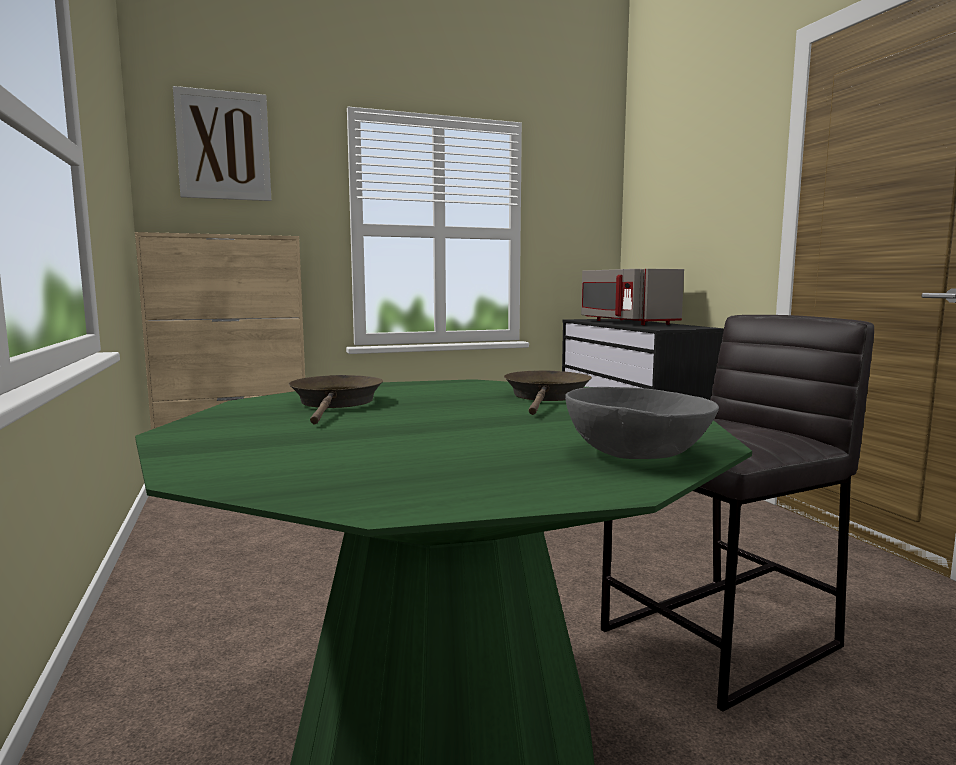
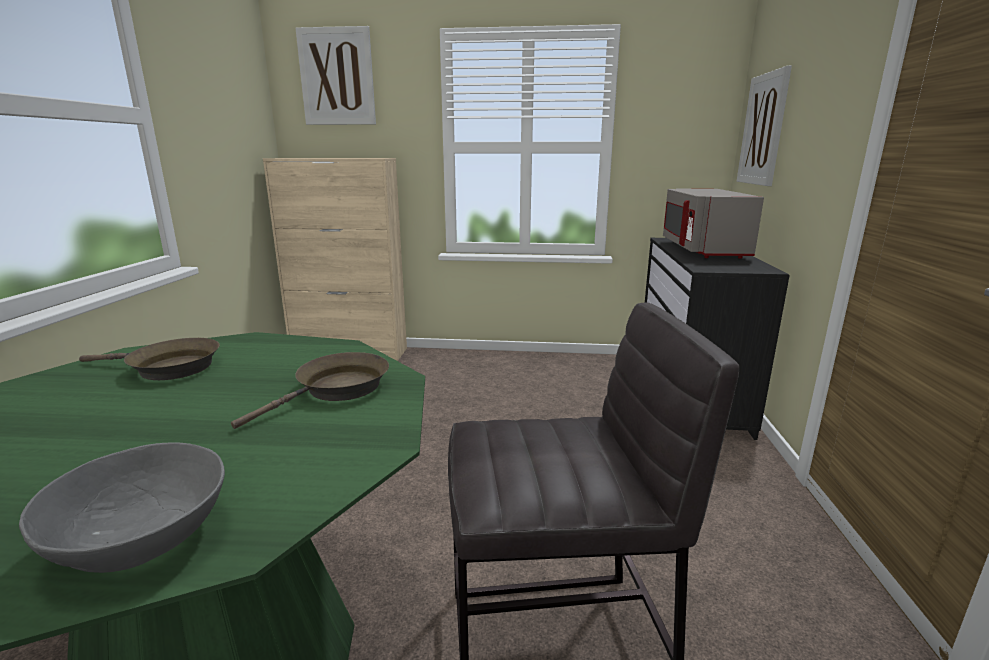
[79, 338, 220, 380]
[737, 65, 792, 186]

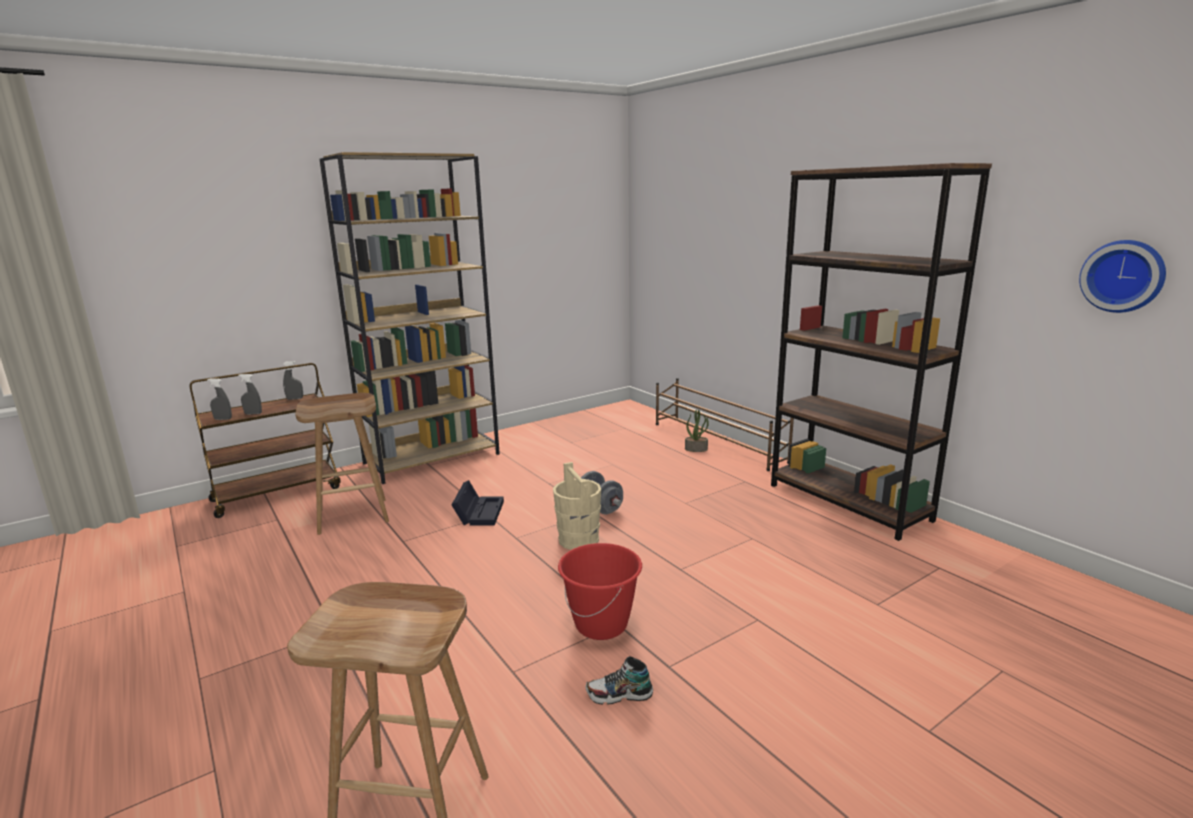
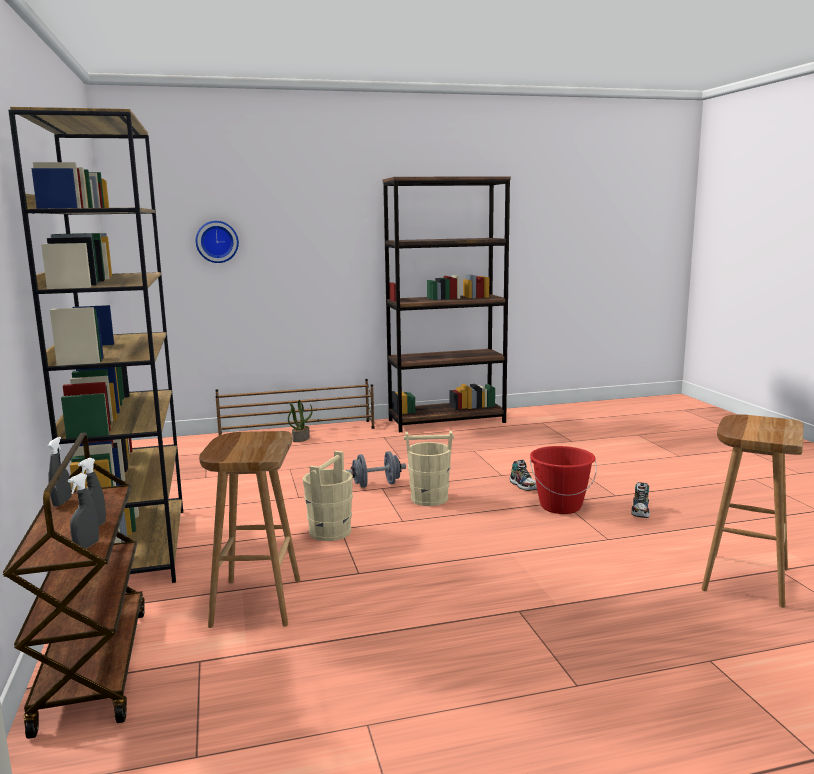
[196, 221, 239, 263]
[303, 451, 353, 541]
[510, 460, 537, 491]

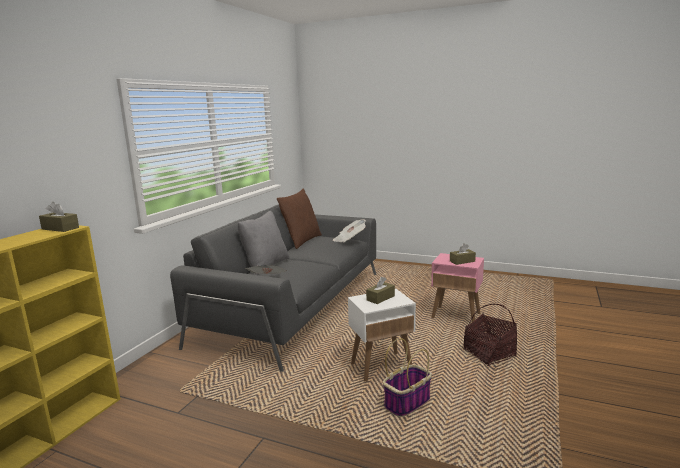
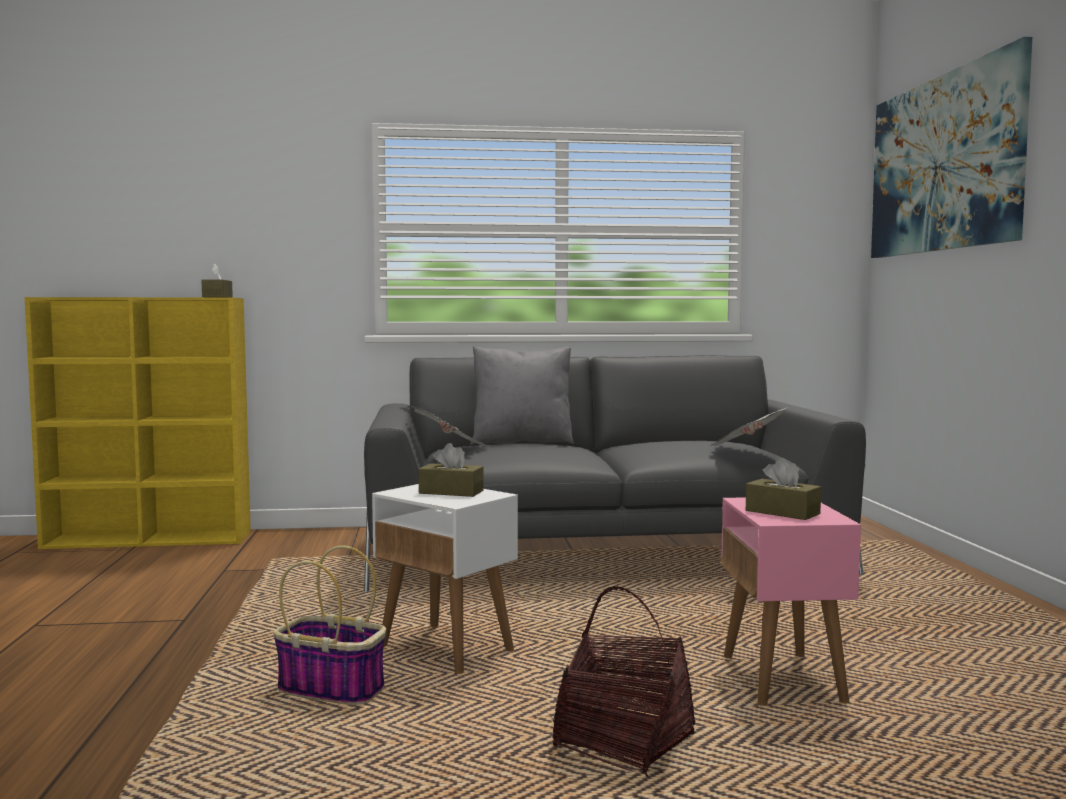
[871, 37, 1032, 258]
[277, 188, 322, 249] (first image)

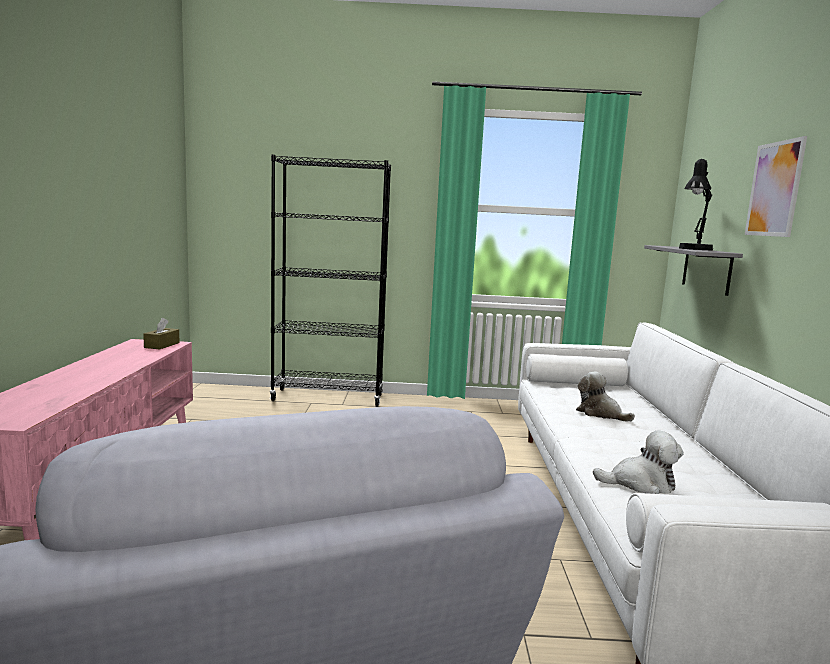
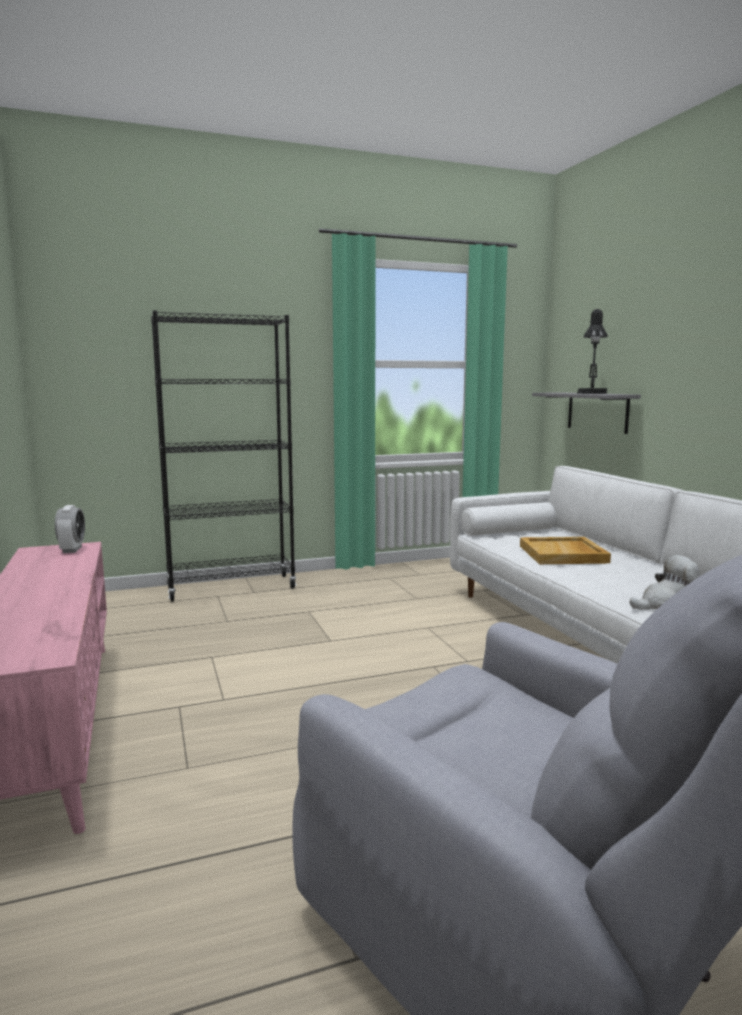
[55, 505, 85, 553]
[520, 537, 611, 564]
[745, 136, 807, 237] (first image)

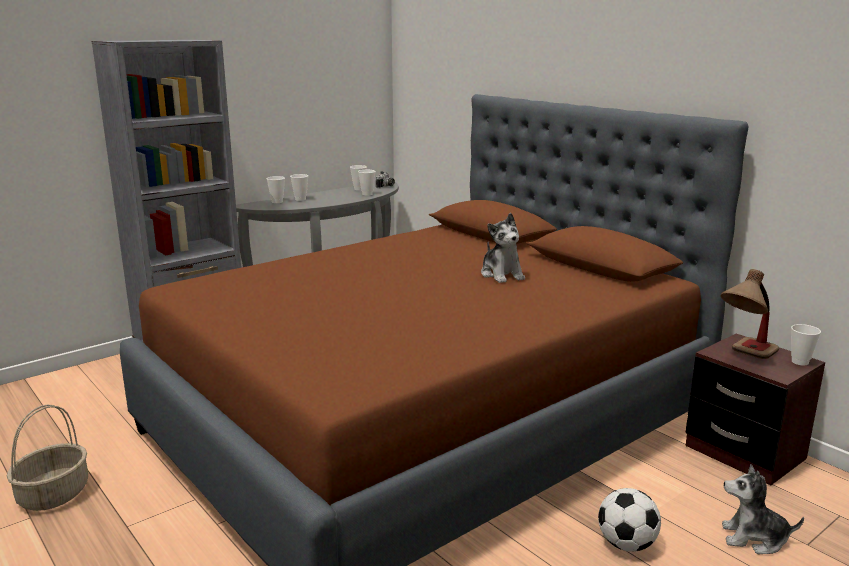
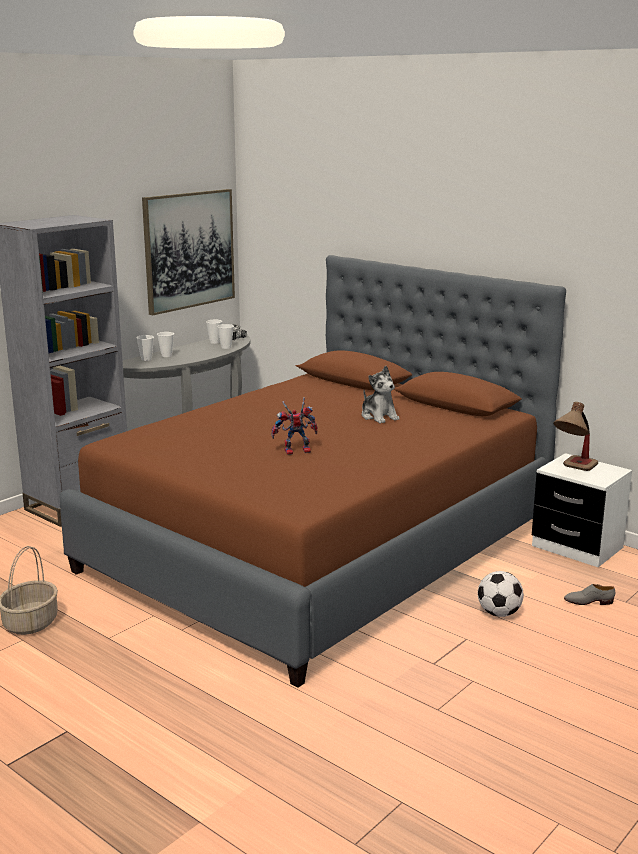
[142, 189, 235, 315]
[271, 397, 317, 455]
[532, 453, 632, 567]
[564, 584, 615, 605]
[791, 324, 821, 365] (first image)

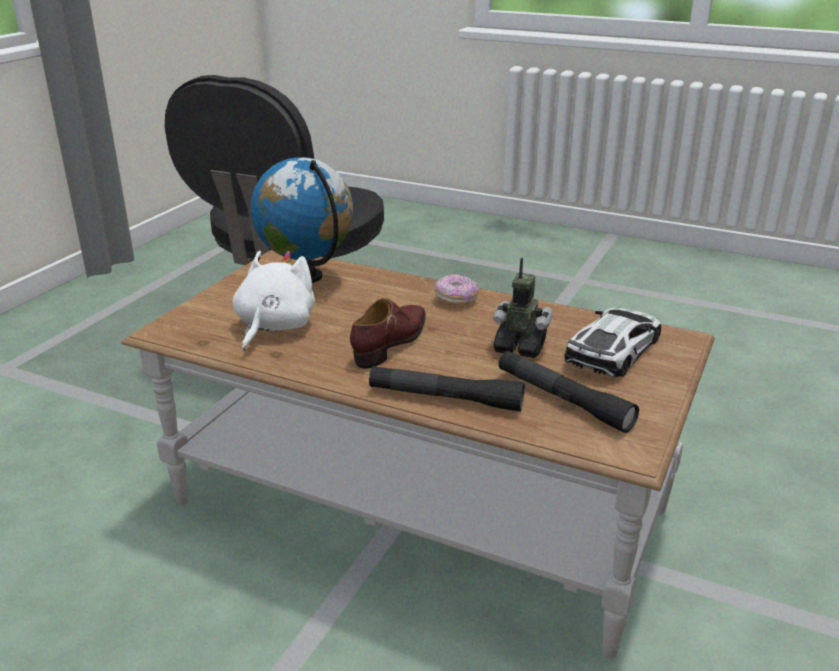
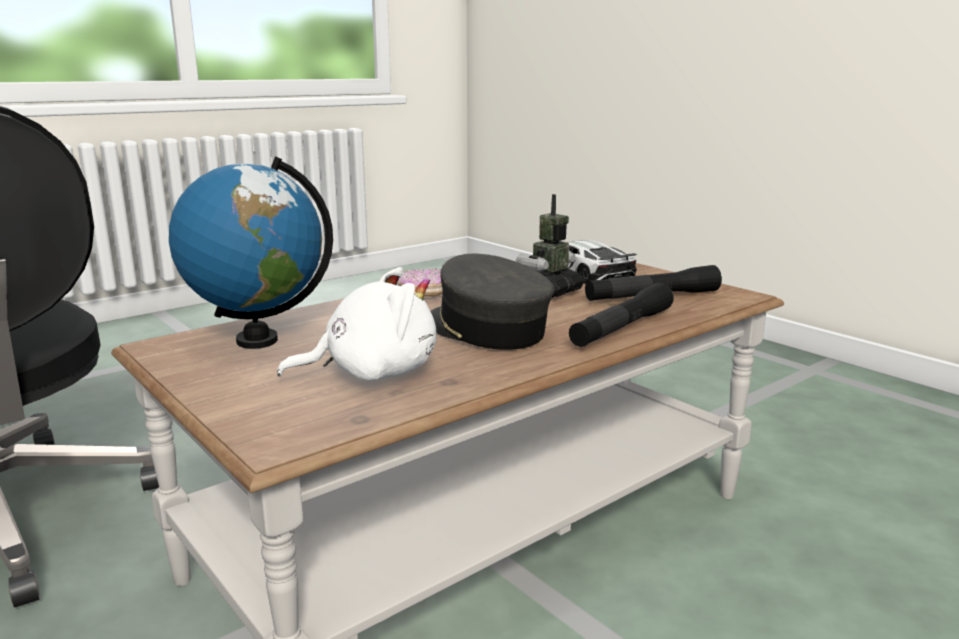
[277, 267, 437, 381]
[431, 254, 554, 350]

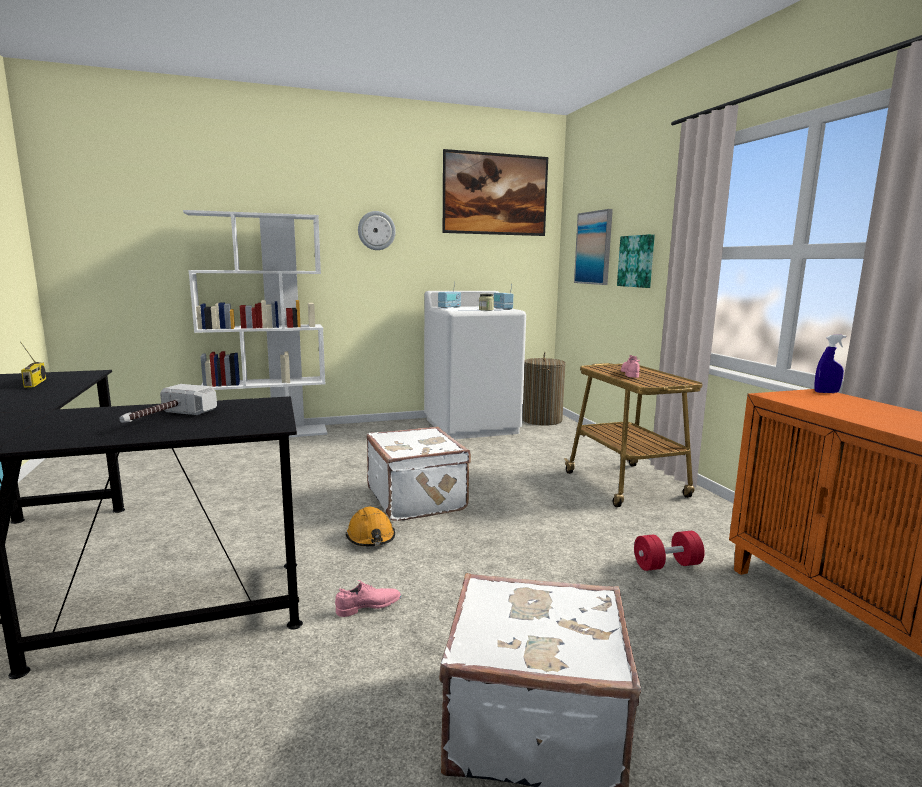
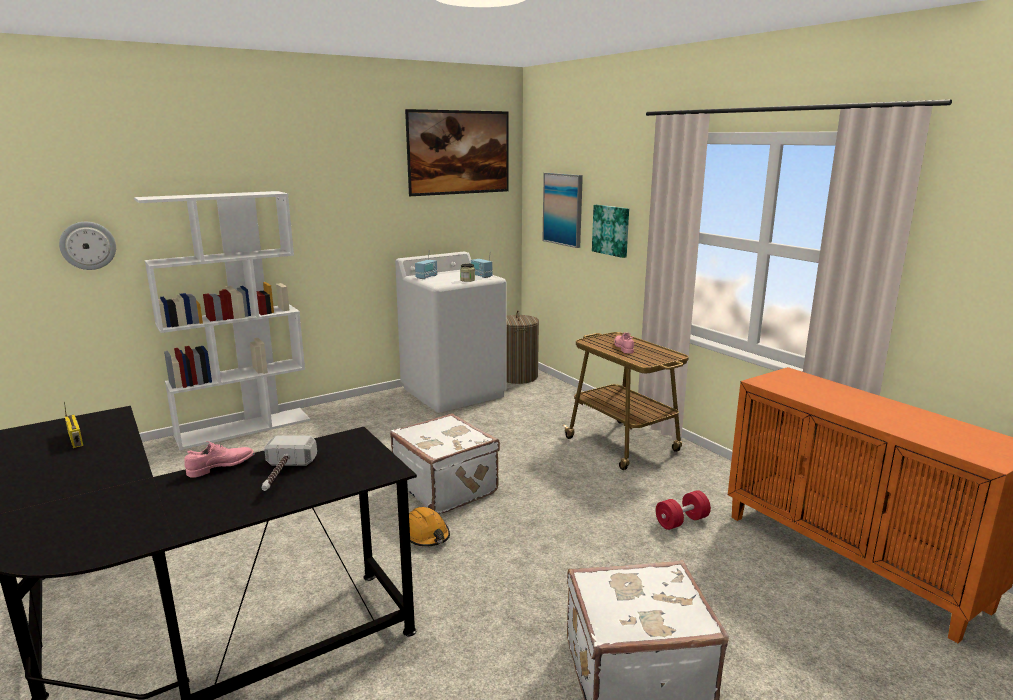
[59, 222, 116, 270]
[184, 441, 254, 478]
[814, 335, 846, 393] (first image)

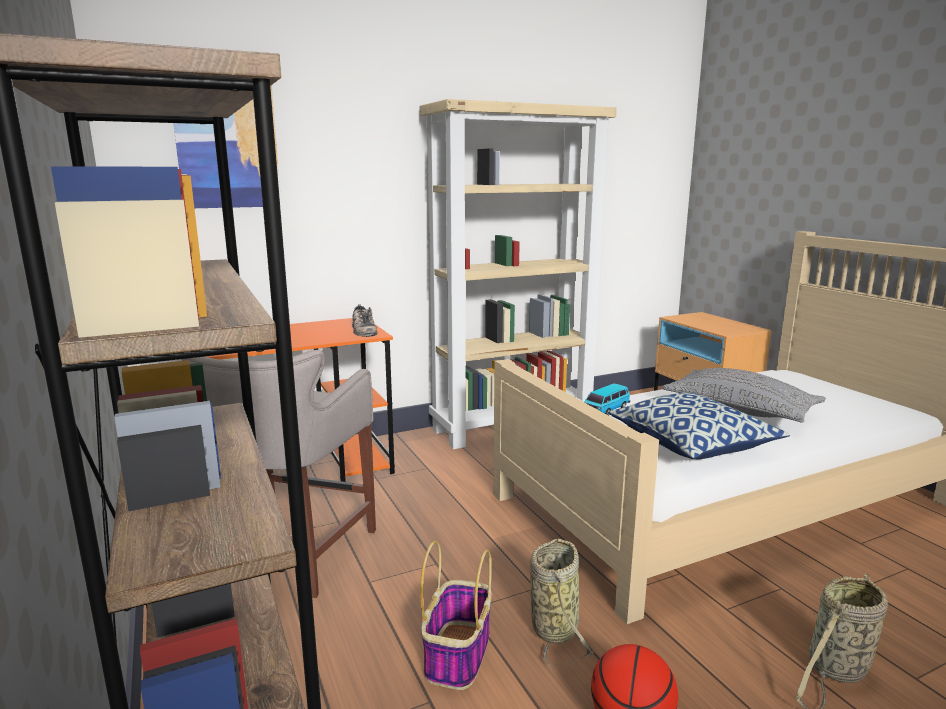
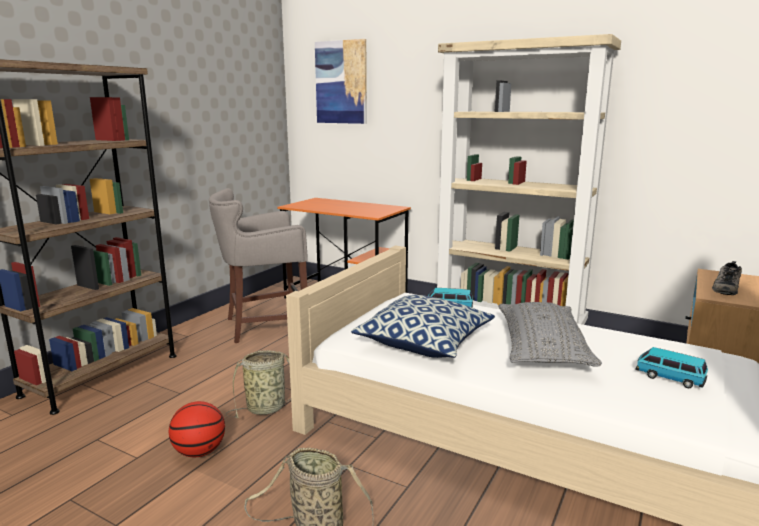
[636, 347, 708, 388]
[712, 261, 742, 295]
[420, 541, 492, 690] (first image)

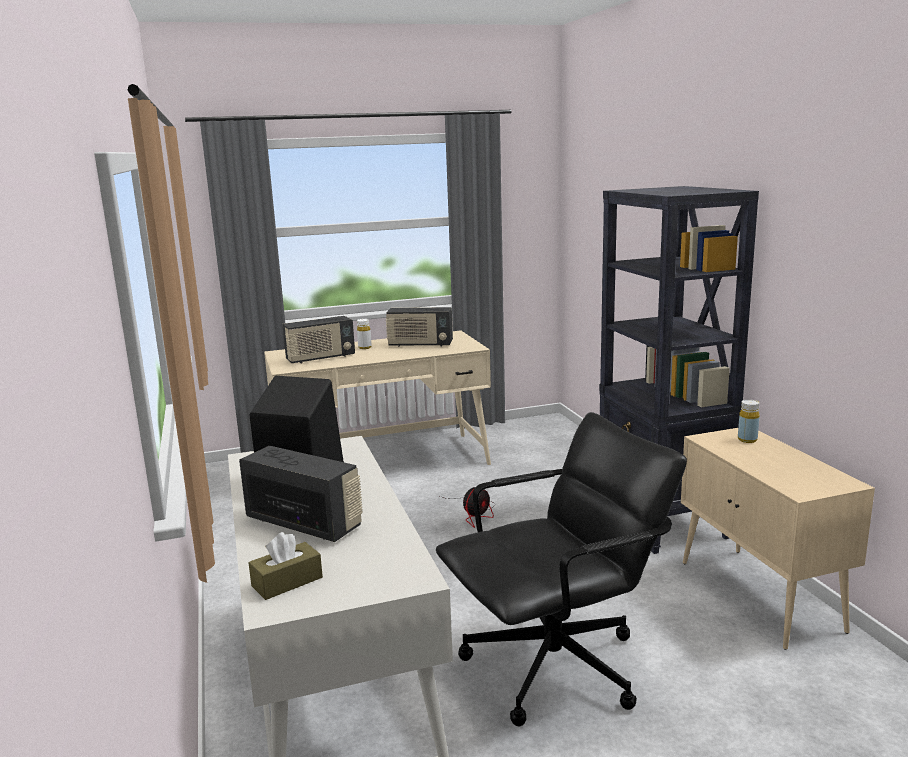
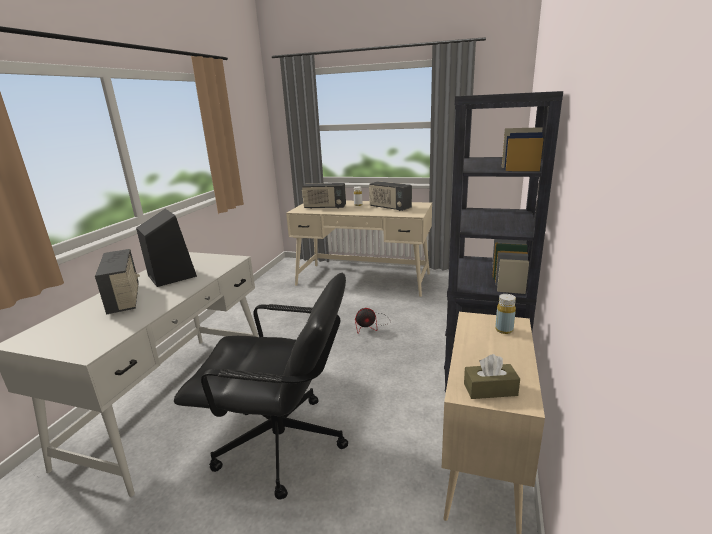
[464, 354, 520, 399]

